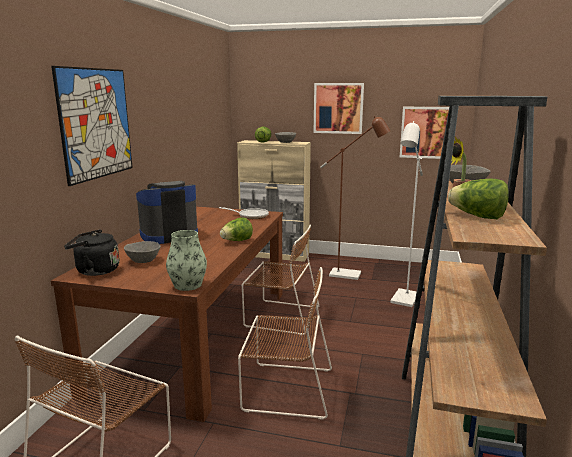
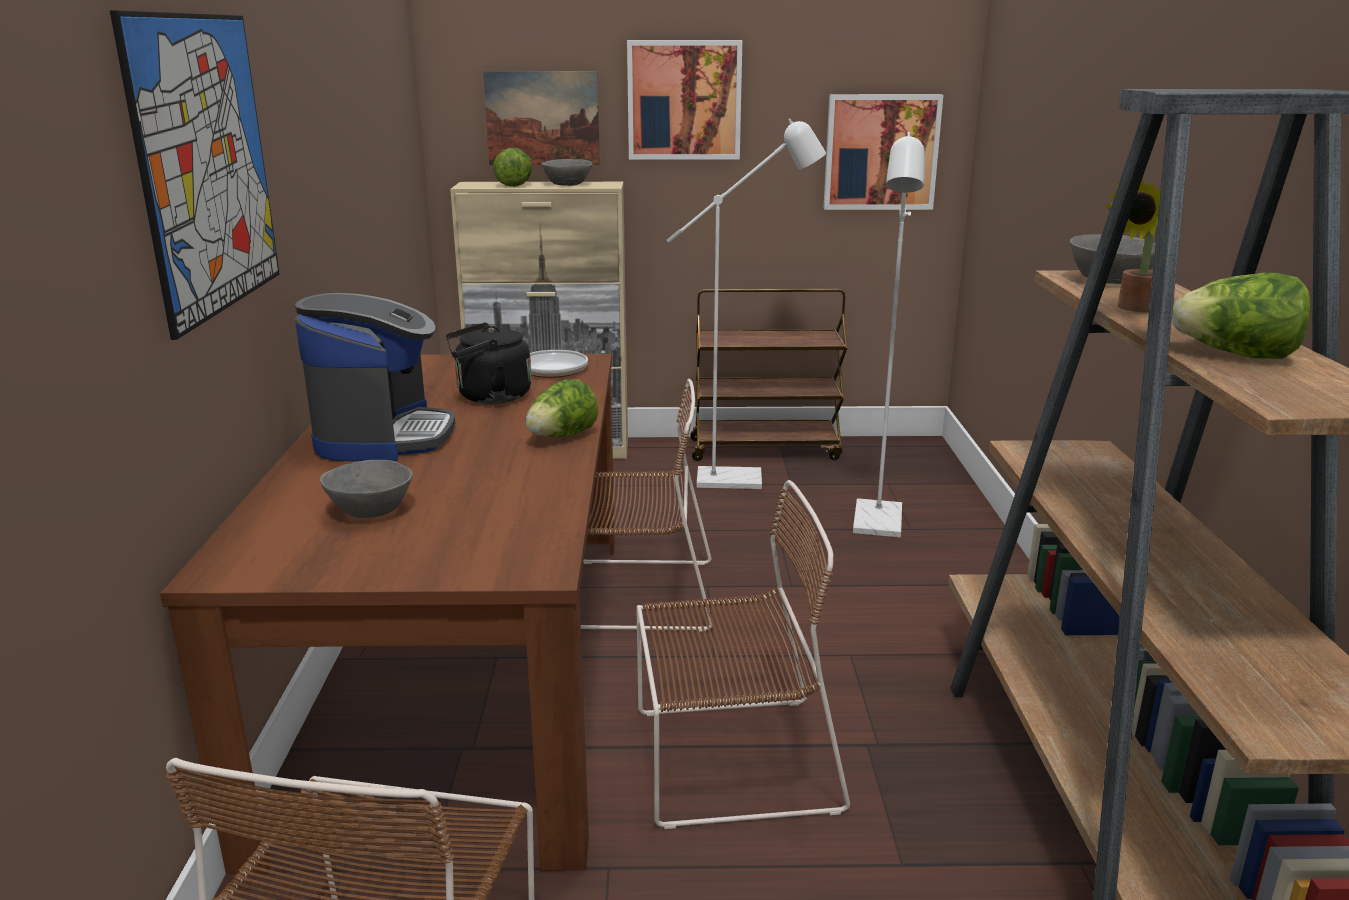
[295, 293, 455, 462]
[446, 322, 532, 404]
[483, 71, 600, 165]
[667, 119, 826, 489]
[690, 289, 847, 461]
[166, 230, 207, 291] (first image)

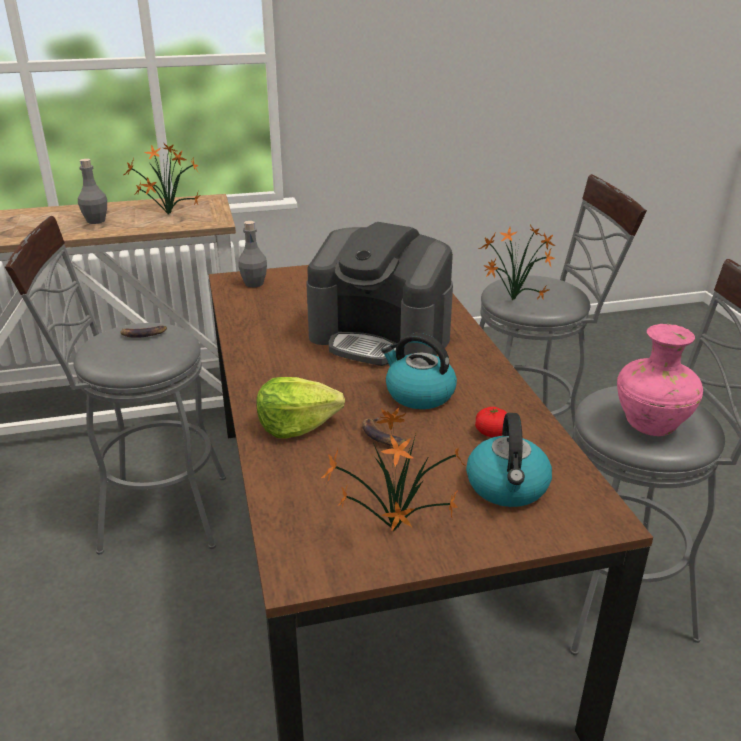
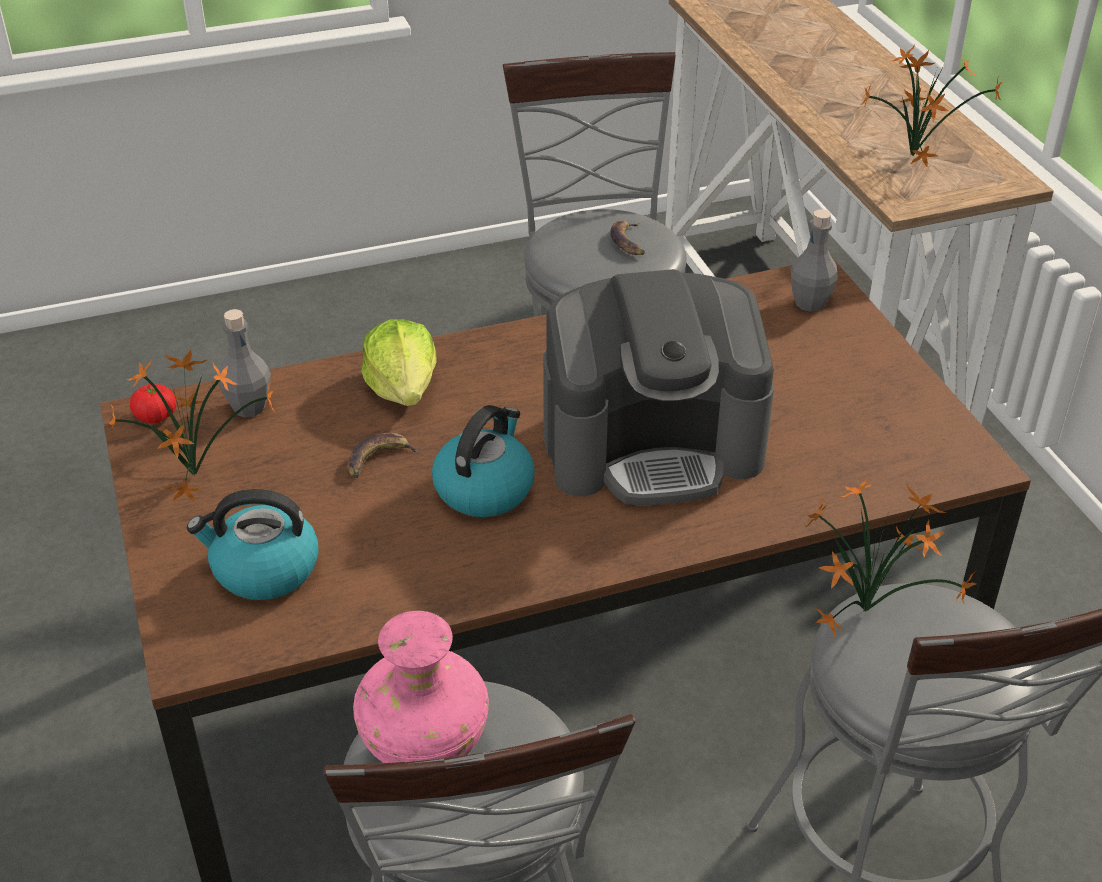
[130, 384, 176, 424]
[217, 309, 271, 418]
[543, 269, 774, 505]

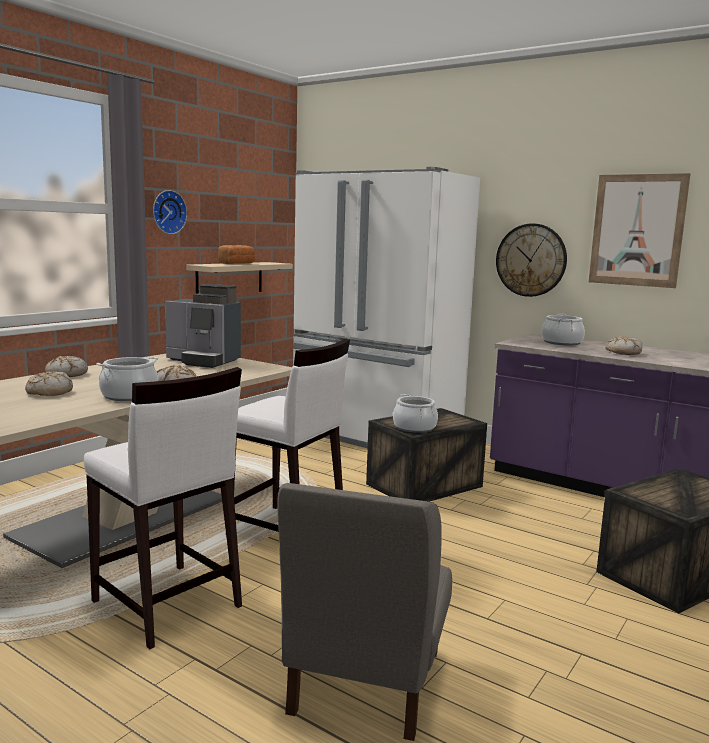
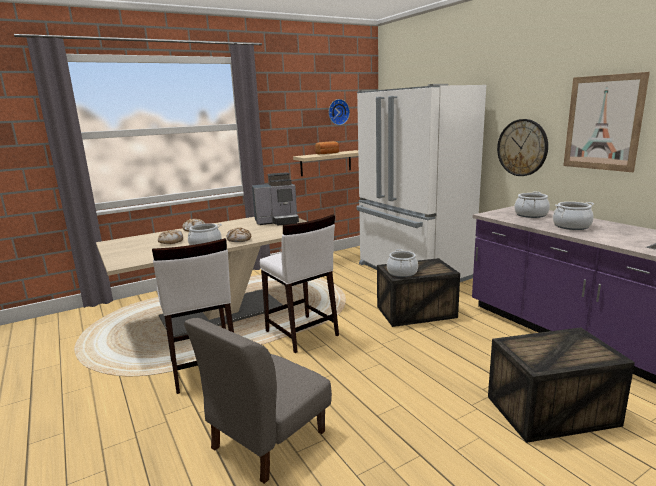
[252, 172, 299, 226]
[329, 99, 350, 125]
[553, 202, 594, 230]

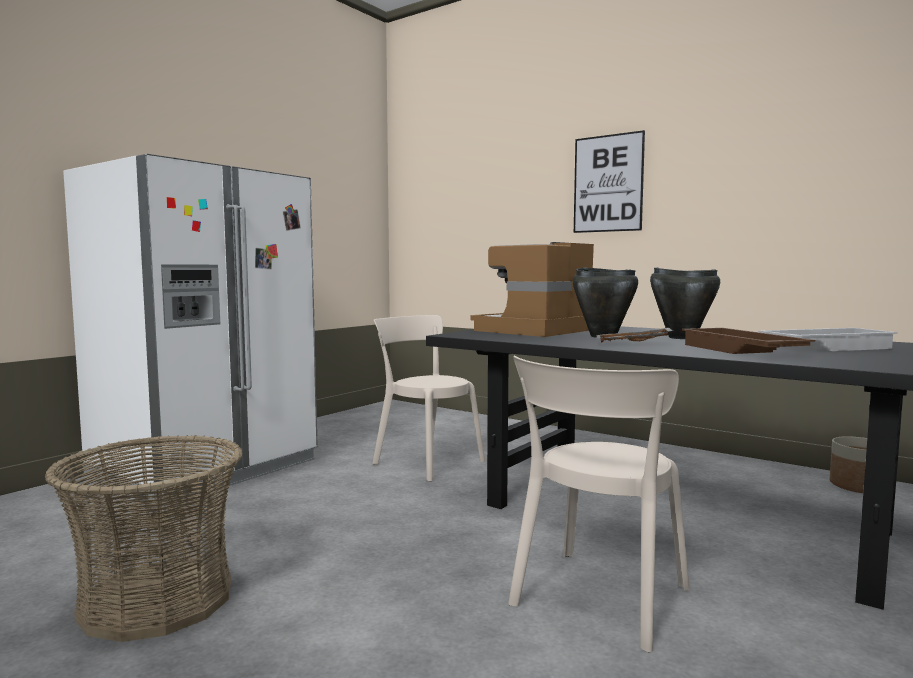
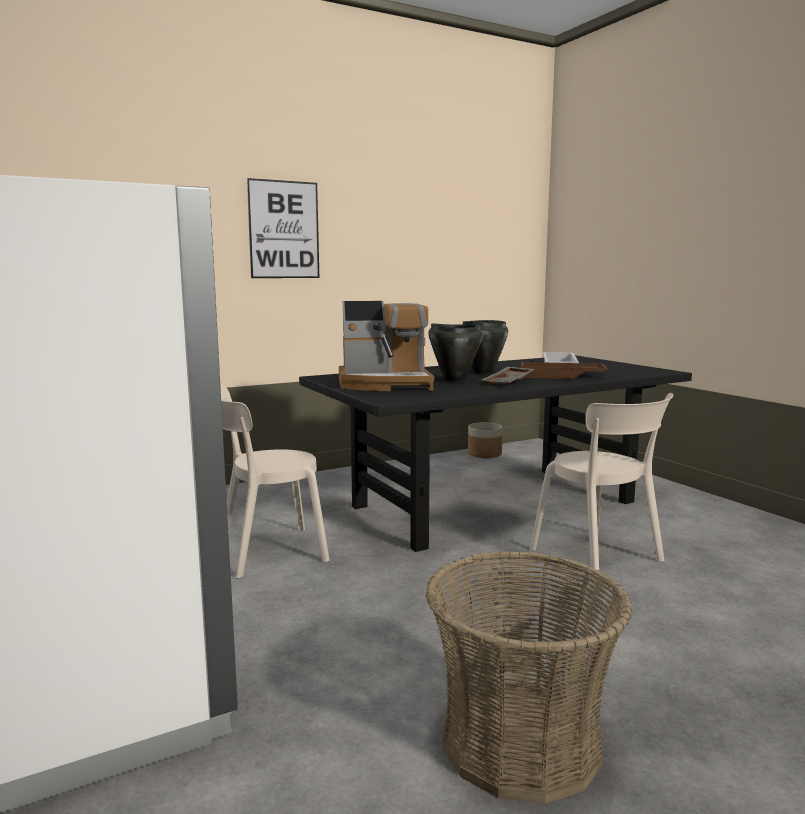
[339, 301, 434, 391]

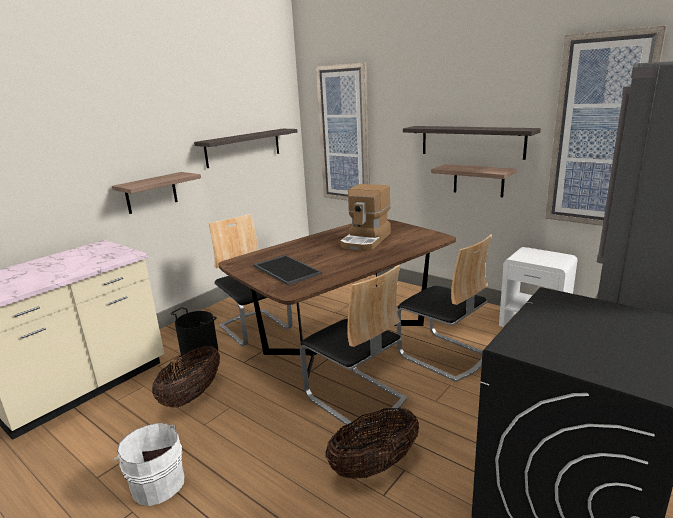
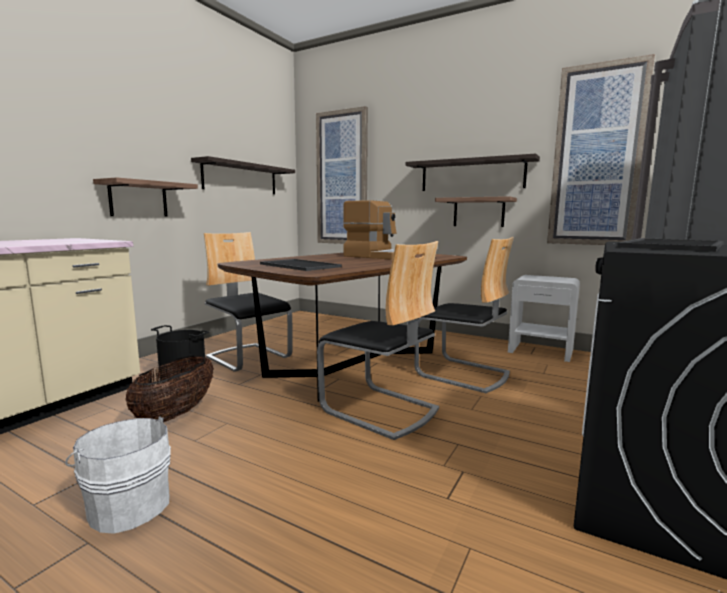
[343, 200, 396, 260]
[616, 238, 723, 252]
[326, 407, 419, 479] (first image)

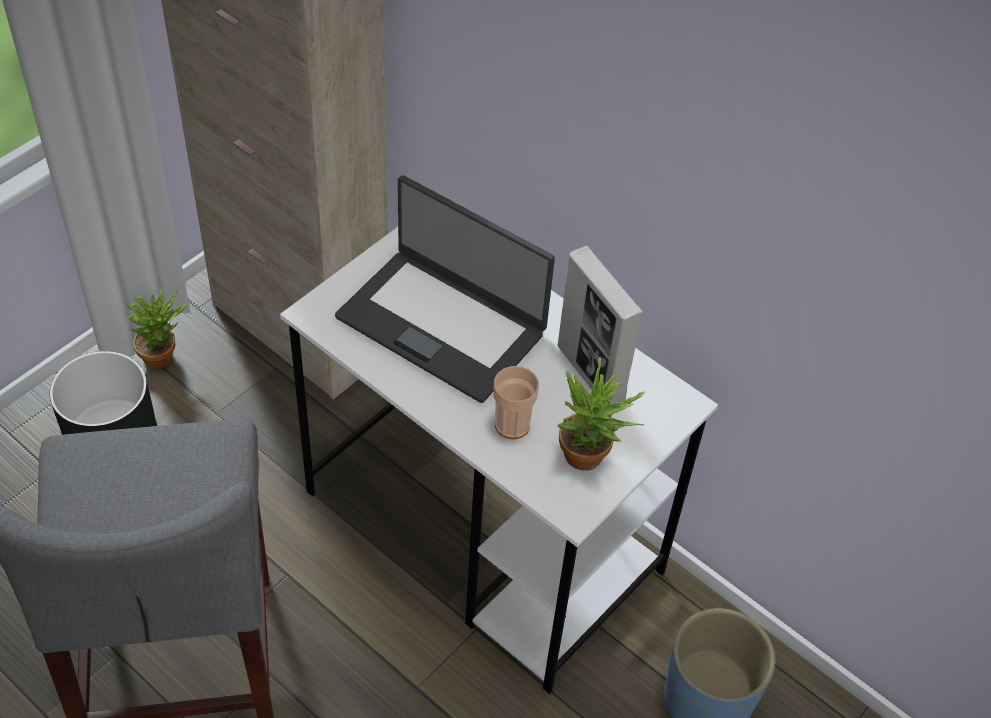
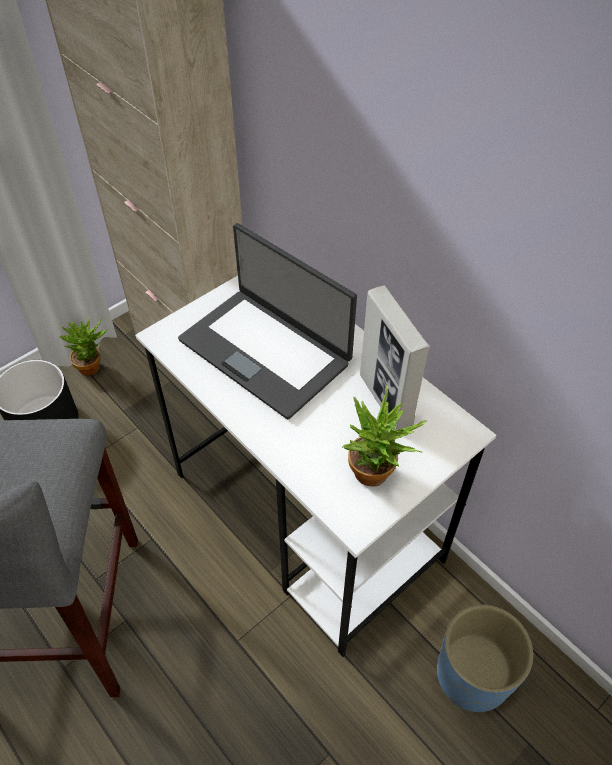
[493, 366, 539, 439] (first image)

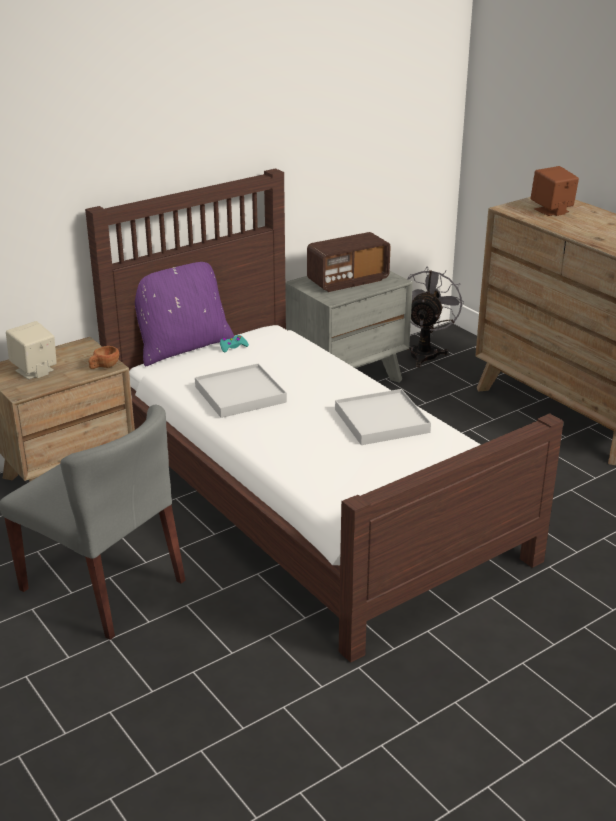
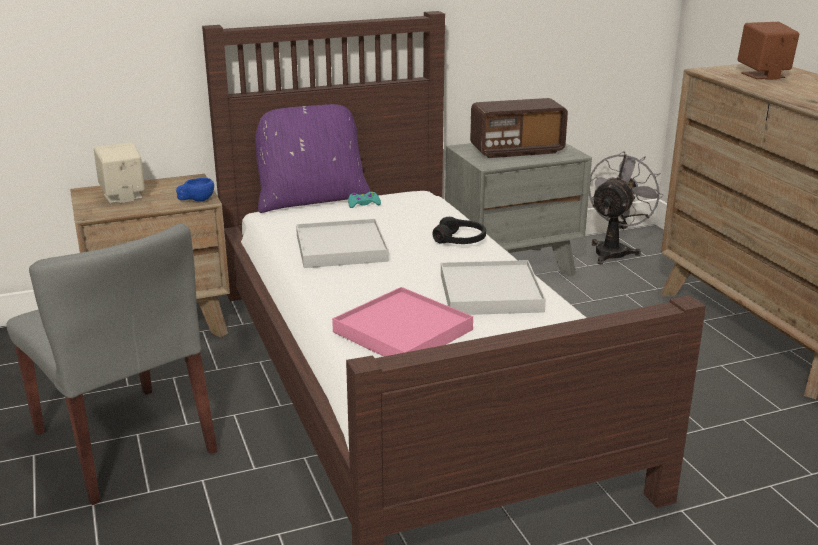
[176, 178, 214, 202]
[332, 287, 473, 357]
[432, 217, 486, 244]

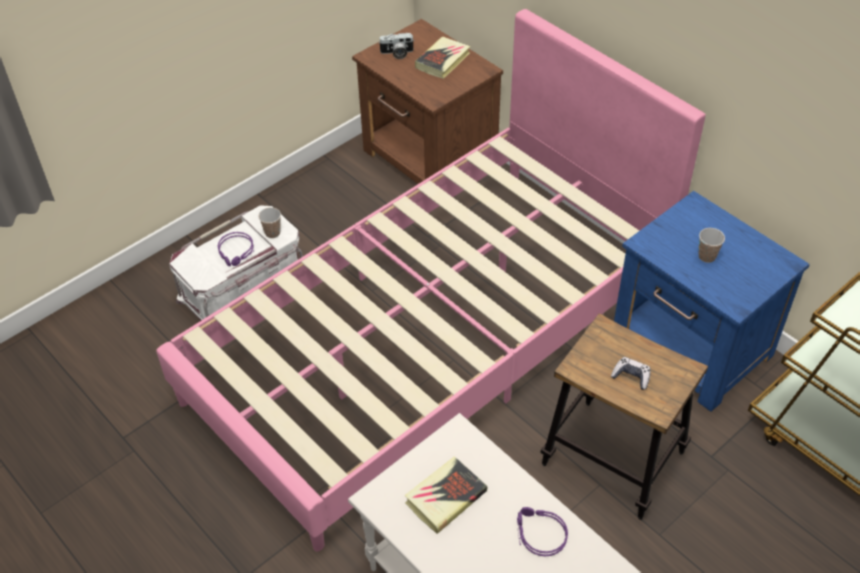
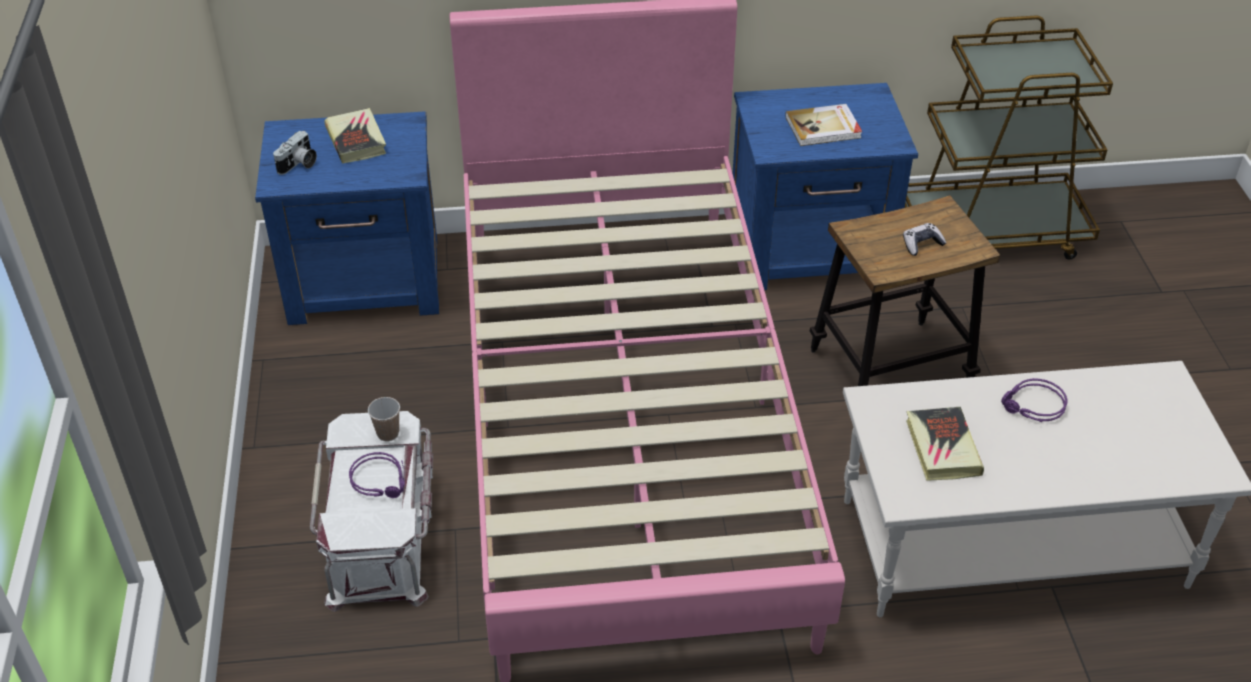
[255, 111, 439, 325]
[785, 104, 862, 146]

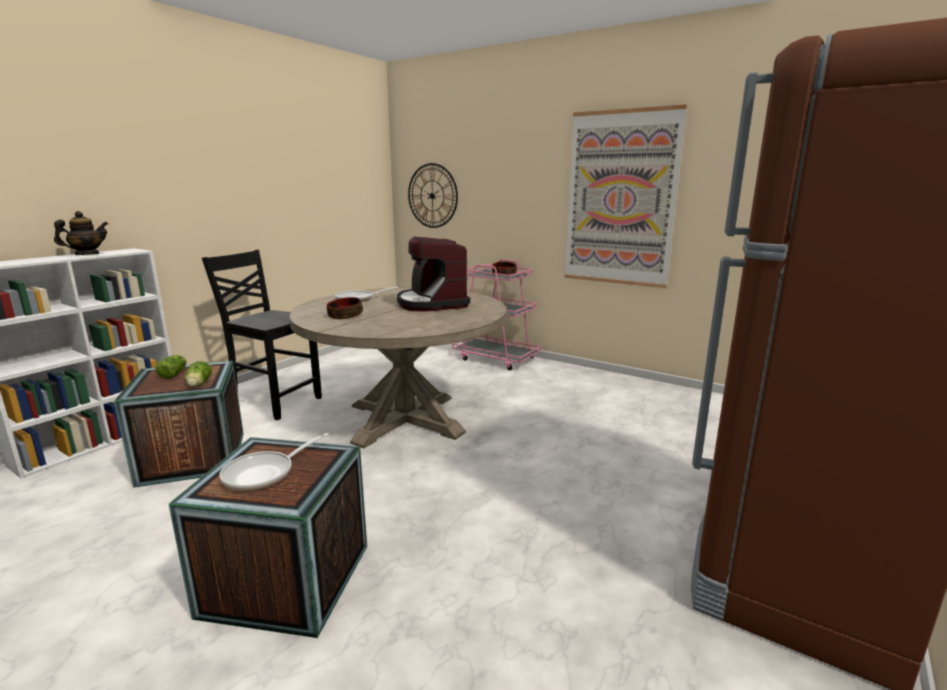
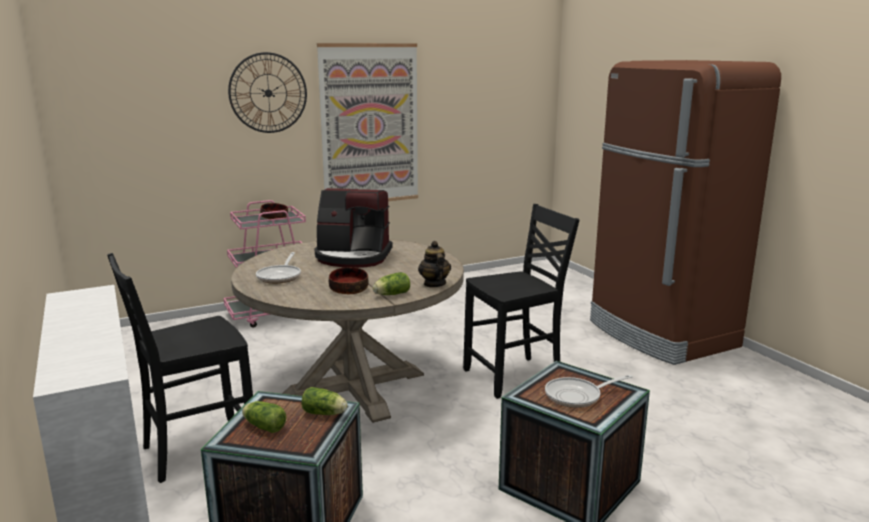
[228, 52, 307, 133]
[372, 272, 410, 295]
[418, 241, 451, 287]
[463, 204, 580, 399]
[545, 375, 633, 408]

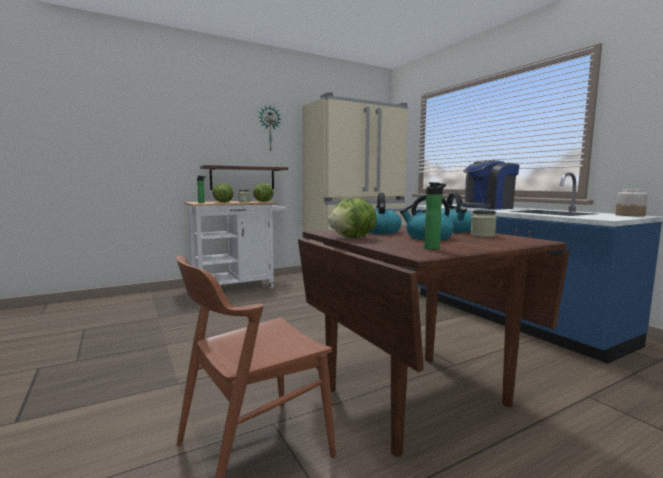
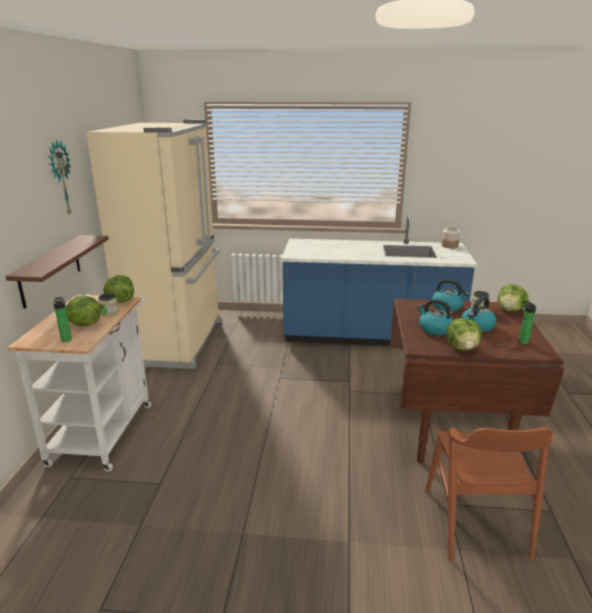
[498, 284, 529, 312]
[463, 160, 519, 210] (first image)

